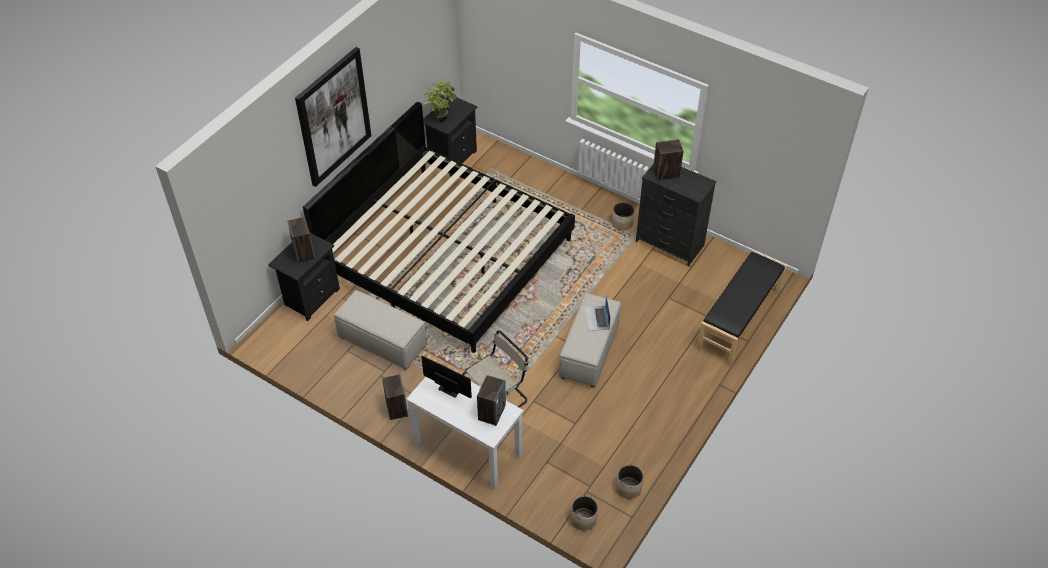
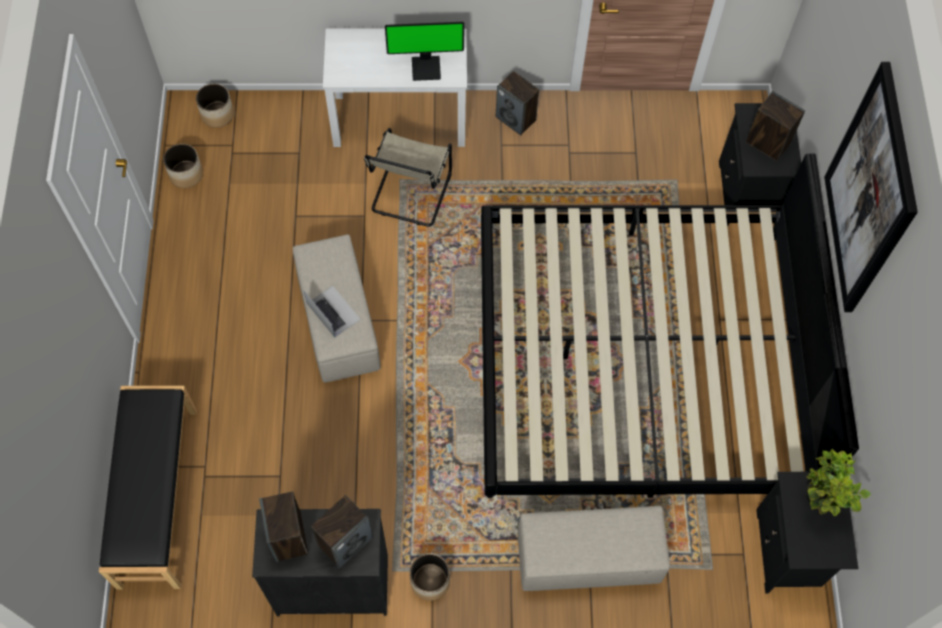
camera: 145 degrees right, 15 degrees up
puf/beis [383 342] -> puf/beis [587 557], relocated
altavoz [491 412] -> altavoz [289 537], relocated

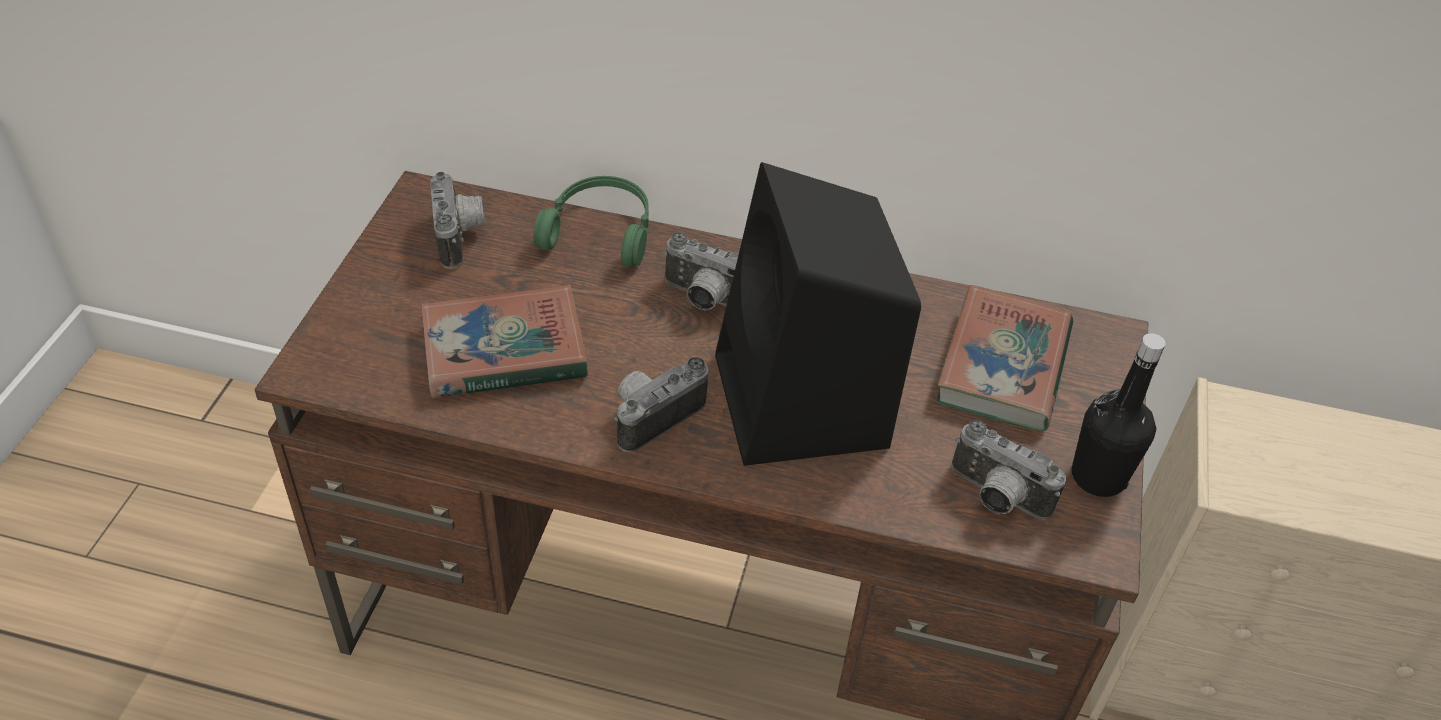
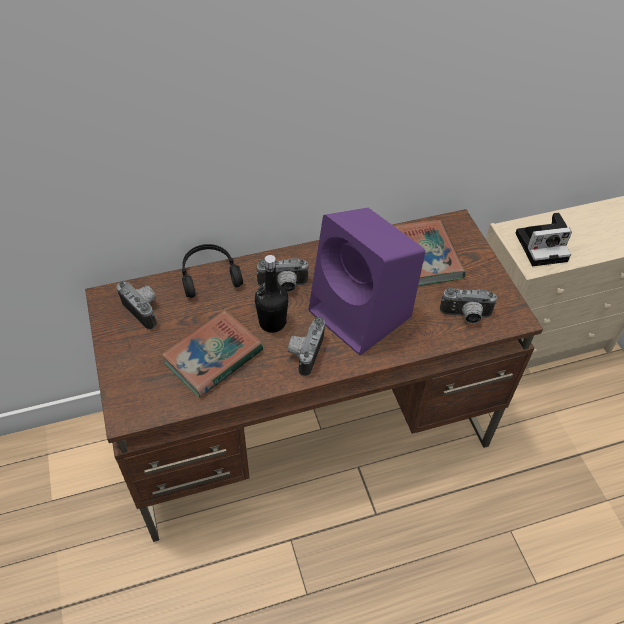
camera: 30 degrees left, 5 degrees up
none -> cámara [542 246]
botella/negro [1098 477] -> botella/negro [272 323], relocated
auriculares/verde [601 231] -> auriculares/negro [209 275]
altavoz/negro [803 404] -> altavoz/morado [362 315]

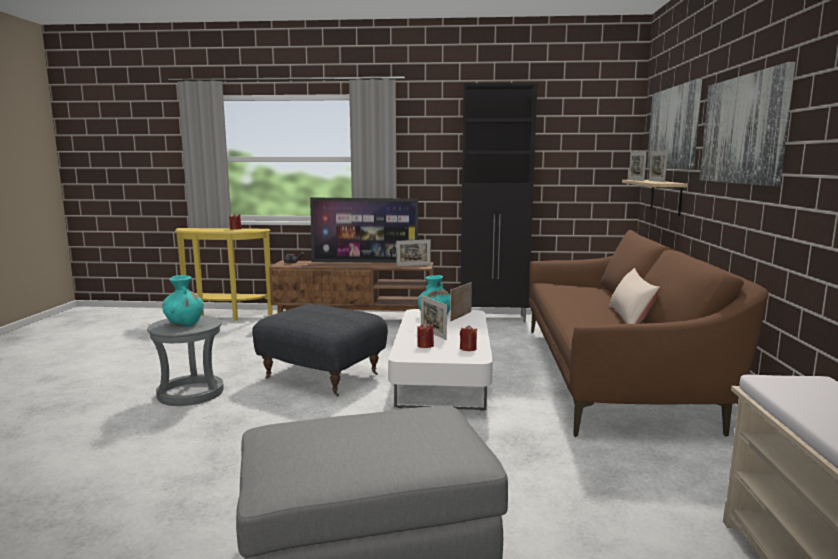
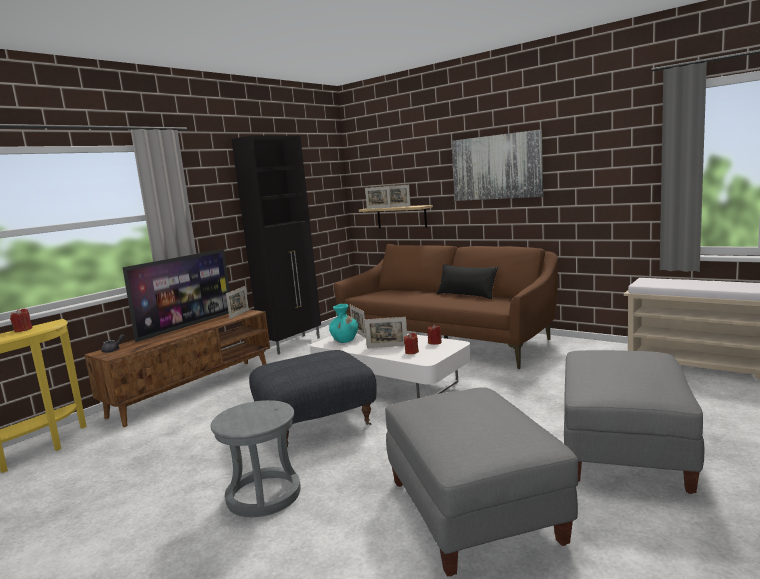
camera: 55 degrees left, 0 degrees up
florero/turquesa [184 323] -> none
cuadro [673 128] -> none
none -> puf/gris [472 512]
cojín/beis [630 318] -> cojín/negro [467 295]

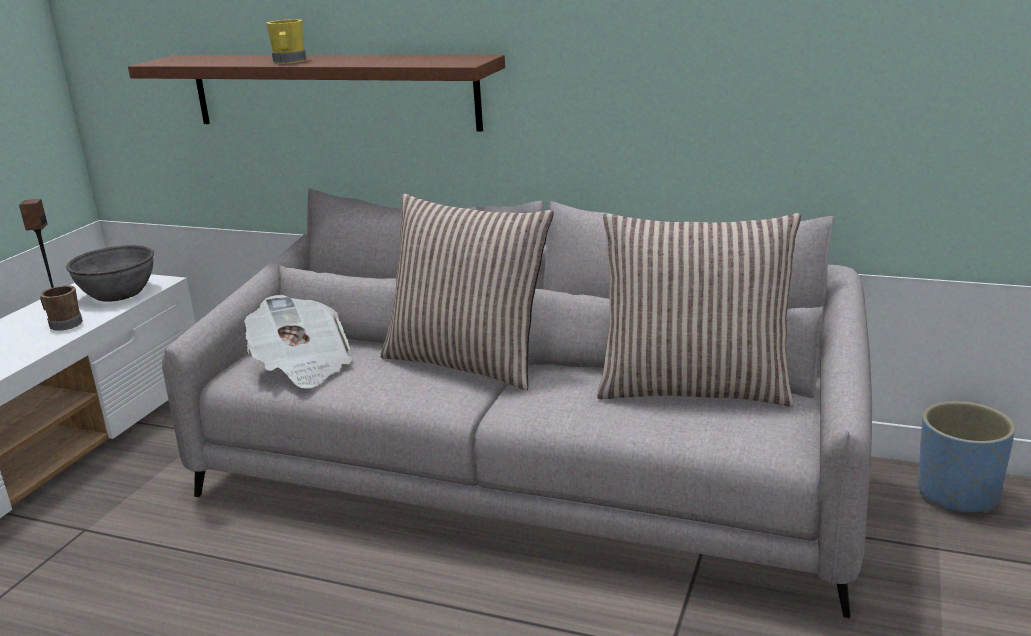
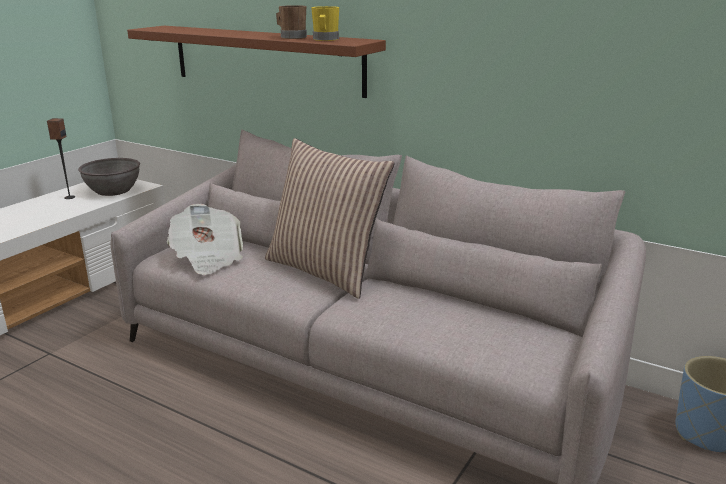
camera: 10 degrees right, 0 degrees up
cojín [695 387] -> none
taza grande/marrón [63 324] -> taza grande/marrón [291 37], relocated
taza grande/amarillo [289 61] -> taza grande/amarillo [325 39], relocated

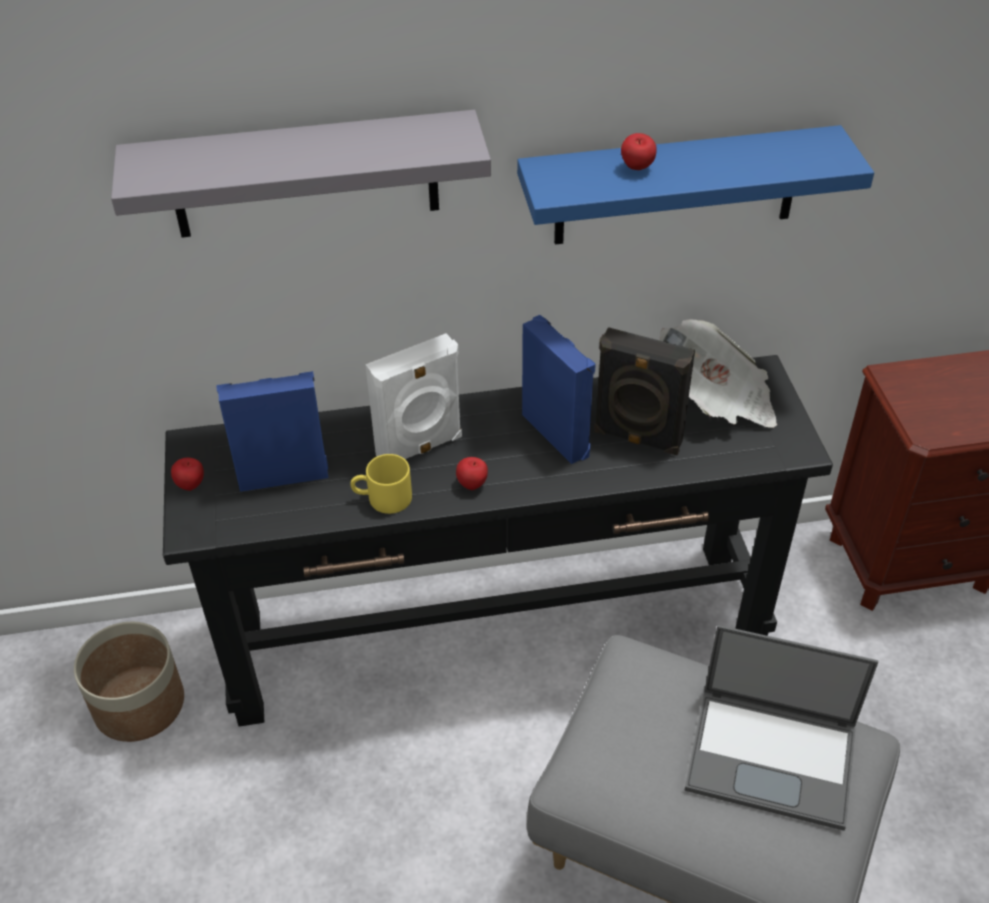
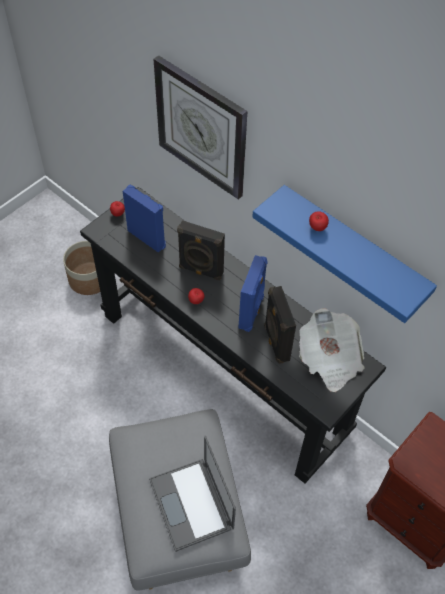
camera: 50 degrees right, 10 degrees up
taza grande/amarillo [382 499] -> none
estante/gris [305 175] -> reloj de pared [202 127]
altavoz/blanco [420 448] -> altavoz/negro [200 271]

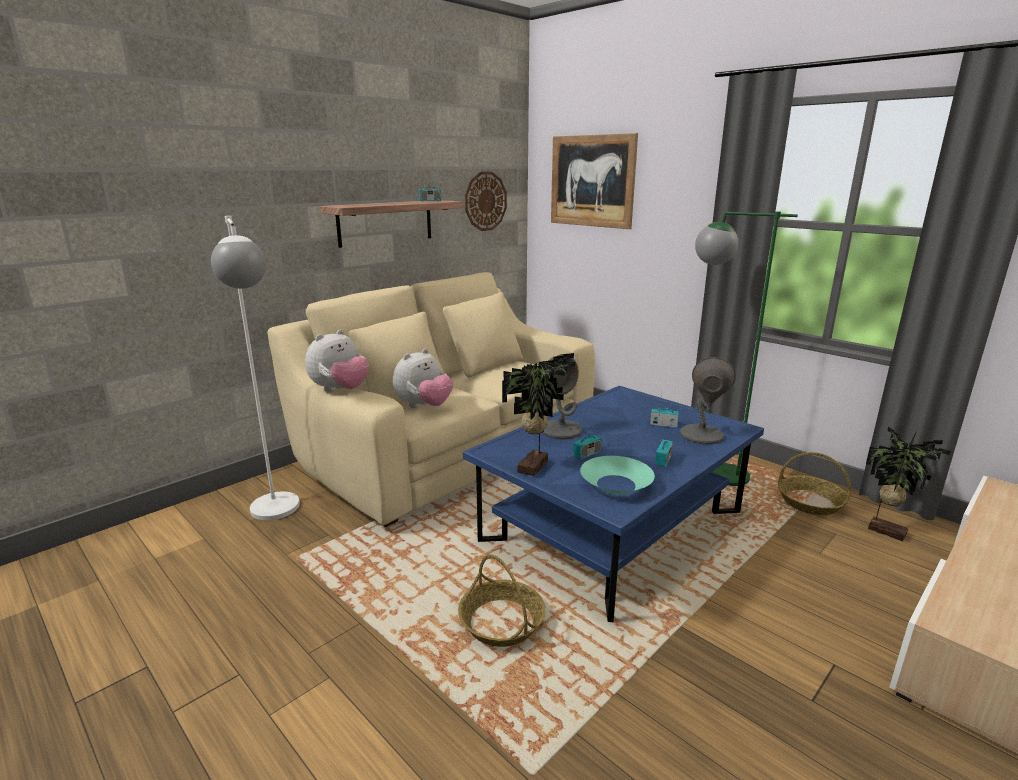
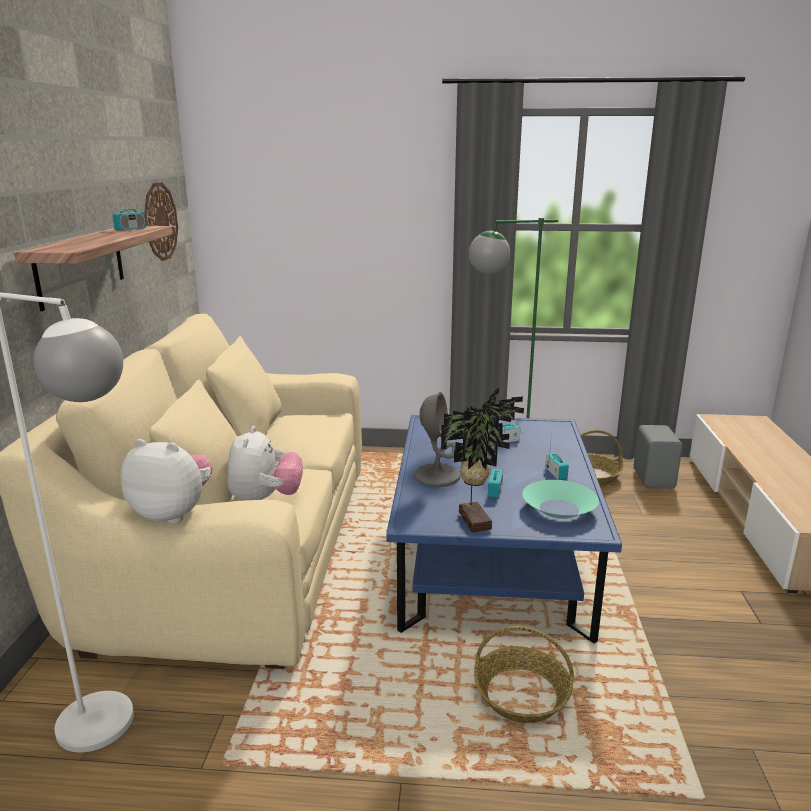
camera: 40 degrees left, 0 degrees up
cuadro [592 181] -> none
lámpara de mesa/gris [701 435] -> none
planta en maceta [886 530] -> altavoz/gris [654 478]
peluche [340 390] -> peluche [173 513], 75 degrees counterclockwise

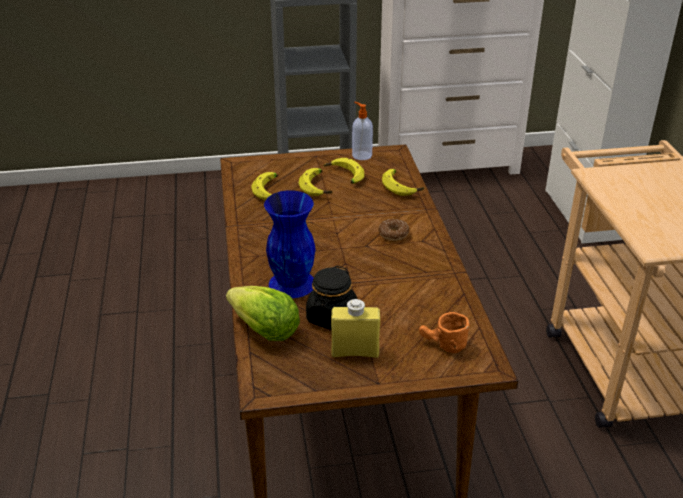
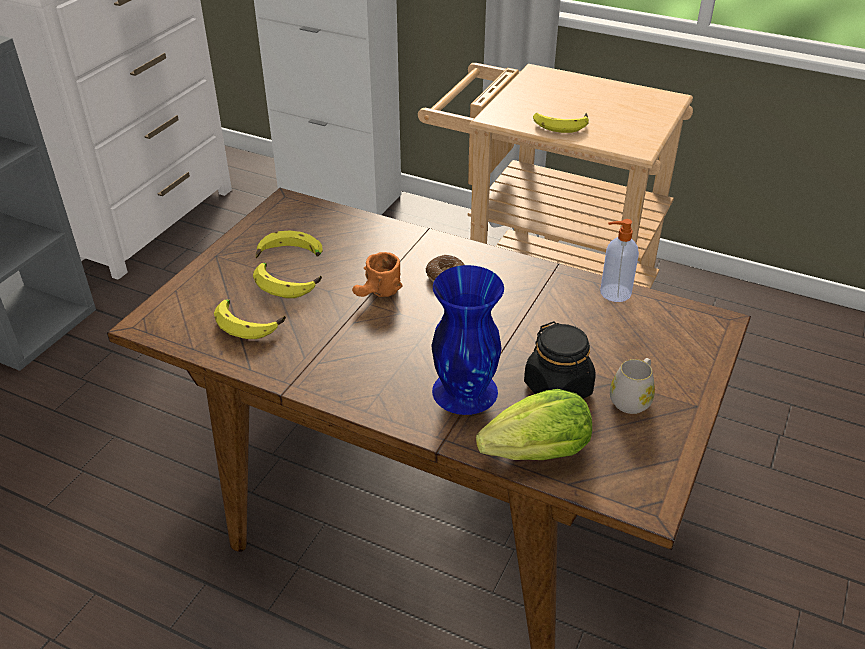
camera: 55 degrees left, 5 degrees up
dispensador de jabón [361 155] -> dispensador de jabón [614 293], relocated
plátano [402 186] -> plátano [560 125], relocated
taza grande/naranja [442 345] -> taza grande/naranja [378 295], relocated
botella/amarillo [355 352] -> taza grande/blanco [632 399]

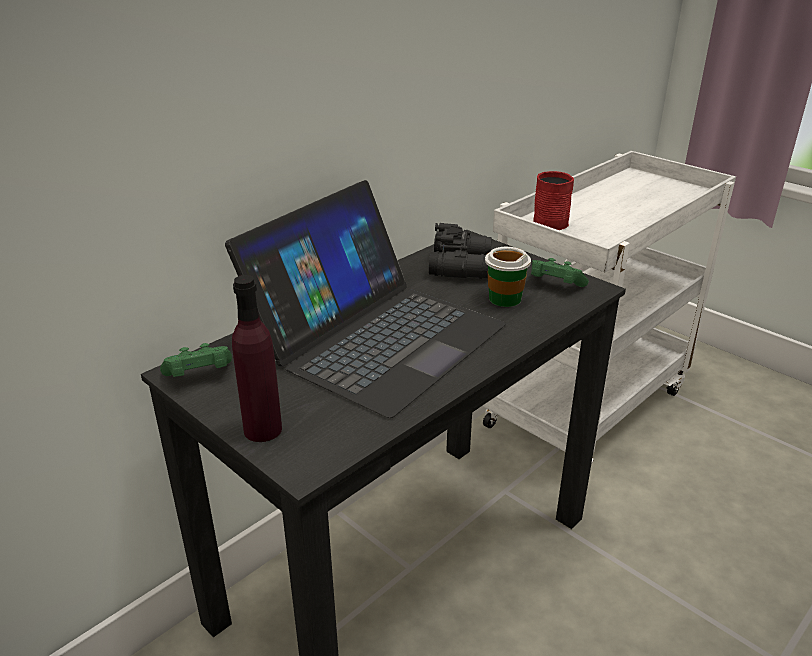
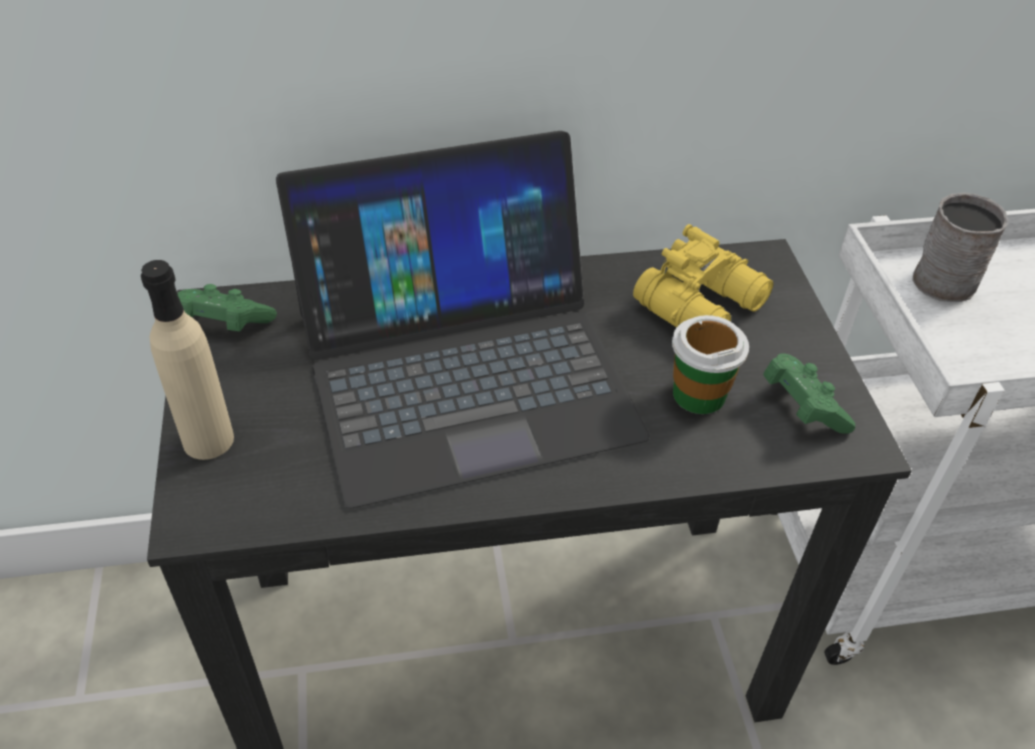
camera: 35 degrees right, 15 degrees up
botella/morado [263 429] -> botella/beis [208 440]
prismáticos/negro [462 266] -> prismáticos/amarillo [704 305]
taza grande/rojo [549 221] -> taza grande/gris [947 276]

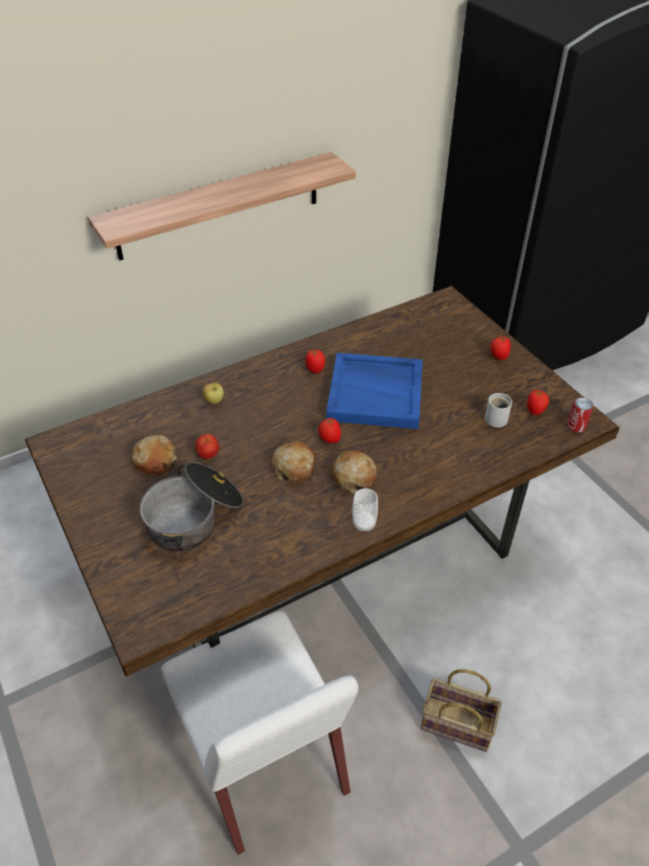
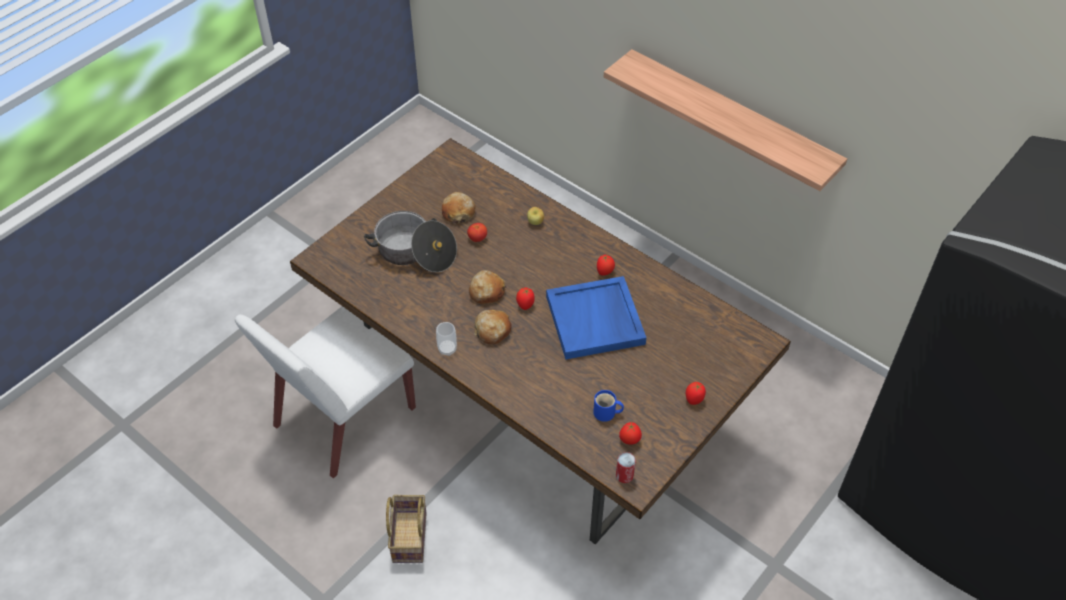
camera: 70 degrees right, 5 degrees up
taza grande/blanco [497 418] -> taza grande/azul [606 413]

